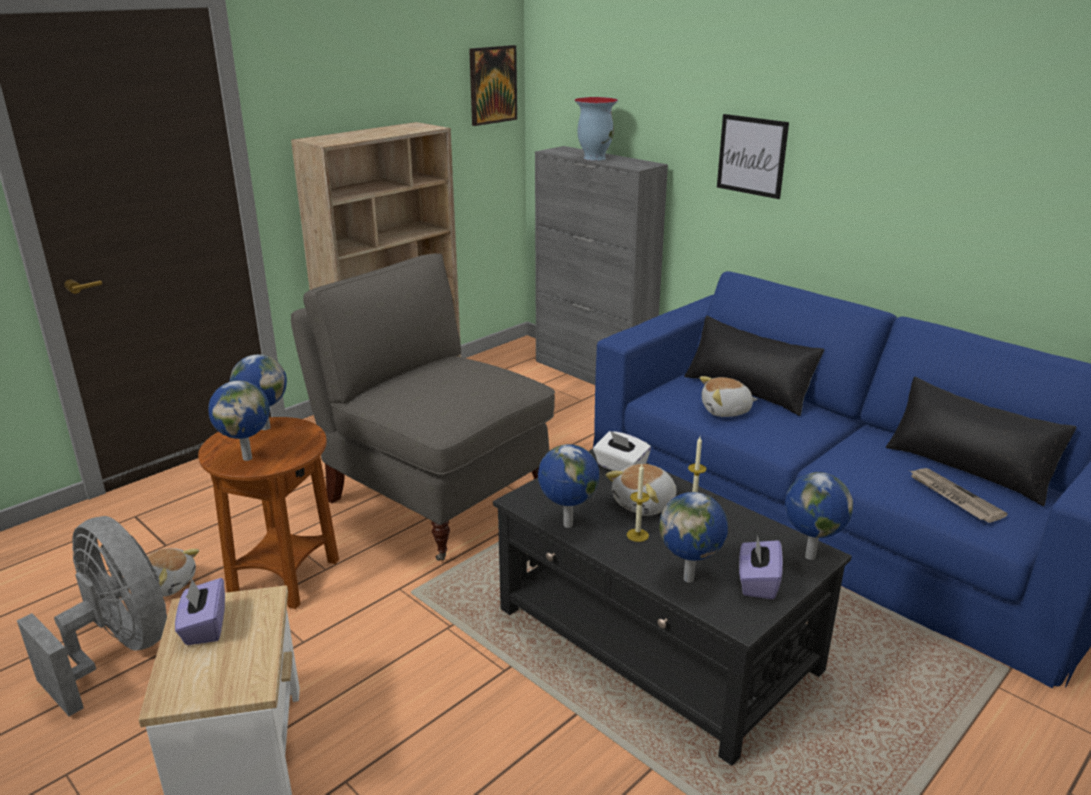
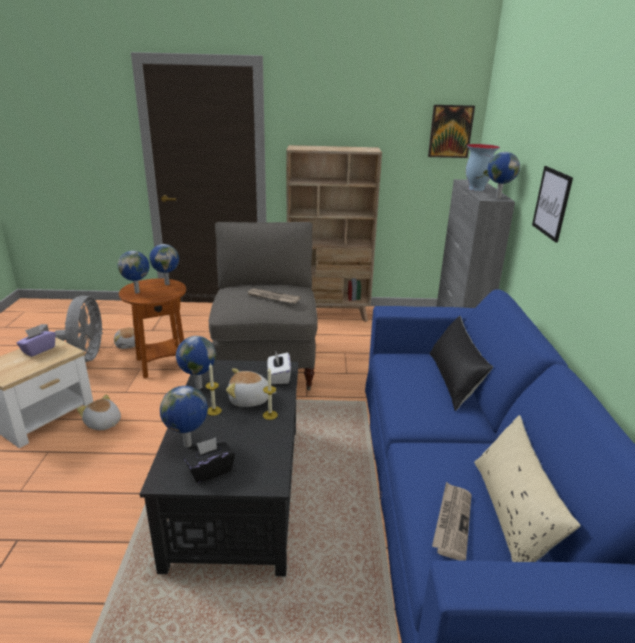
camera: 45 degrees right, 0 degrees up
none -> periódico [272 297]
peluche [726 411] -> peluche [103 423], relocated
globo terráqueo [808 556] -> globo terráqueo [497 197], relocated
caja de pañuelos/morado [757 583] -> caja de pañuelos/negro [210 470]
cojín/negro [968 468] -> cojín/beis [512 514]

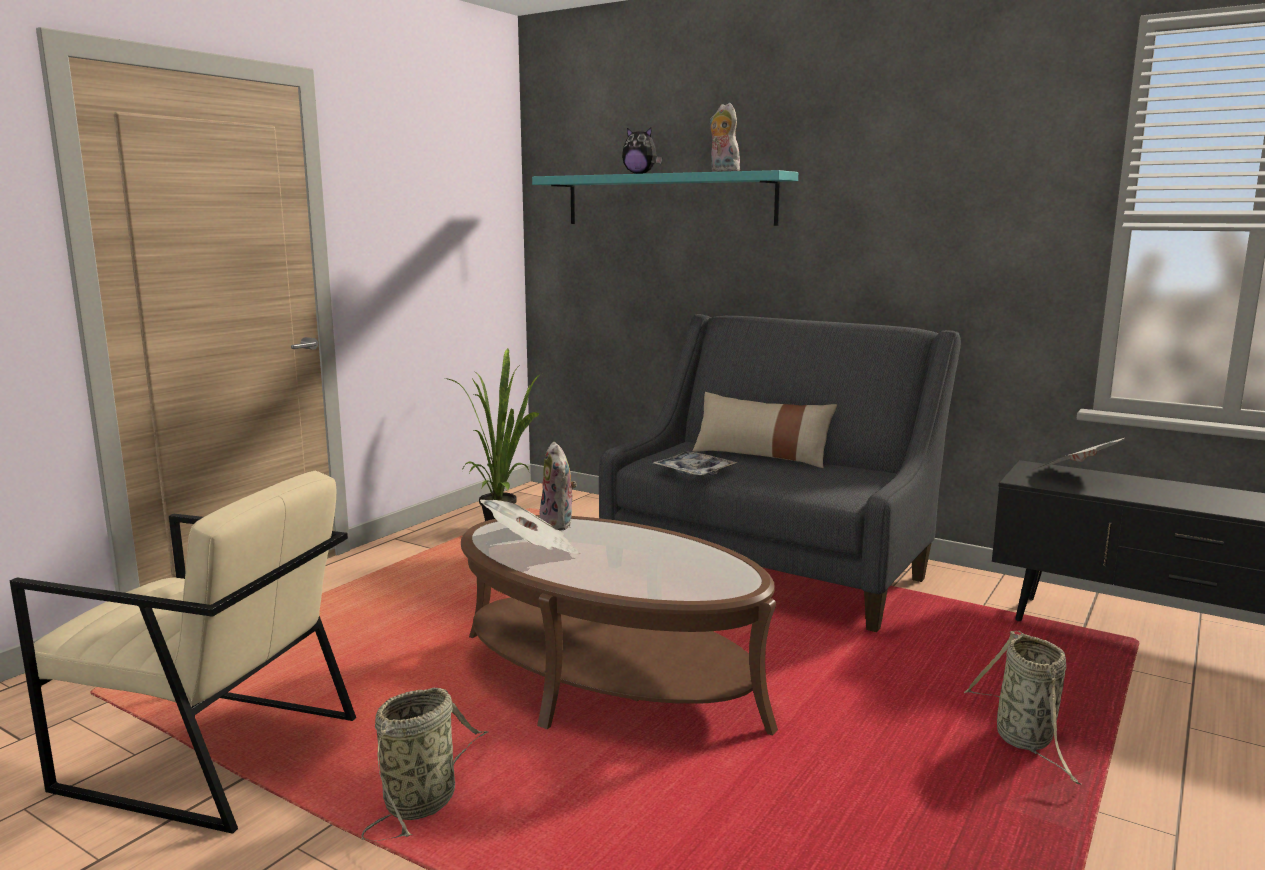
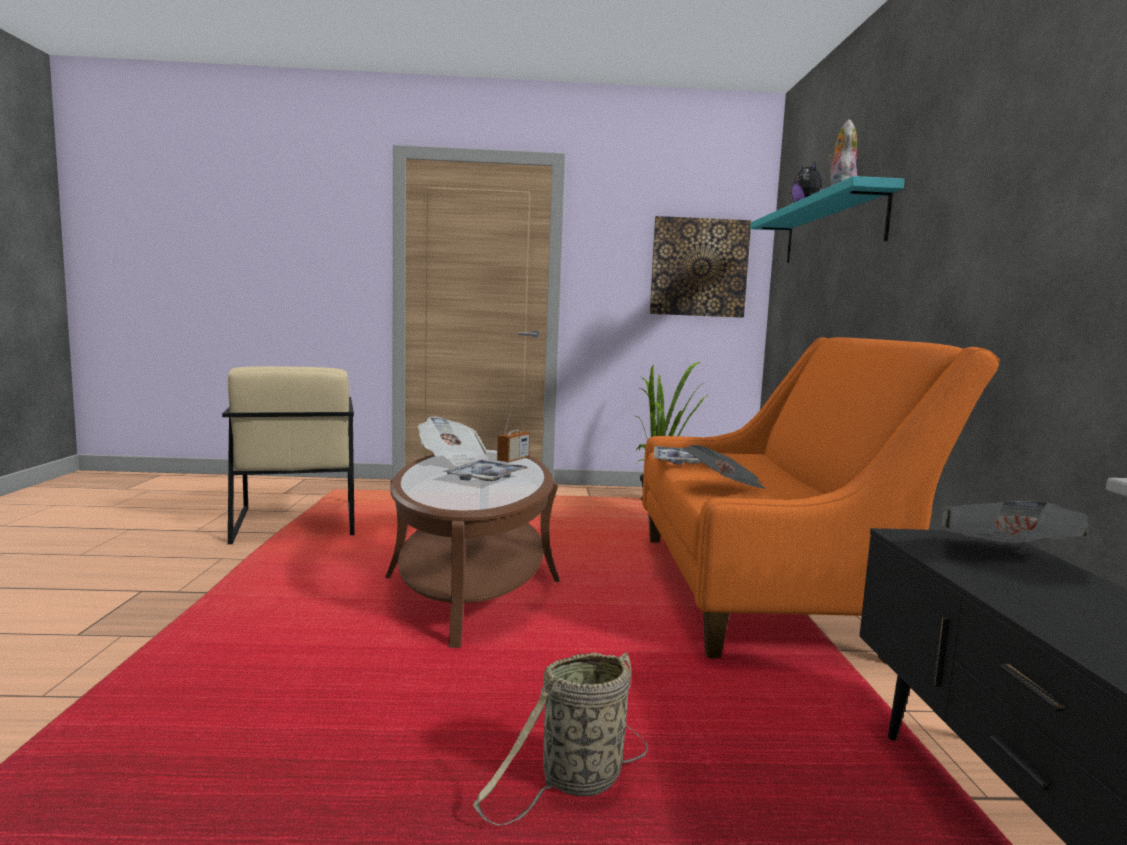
camera: 55 degrees right, 5 degrees down
cesta [424 801] -> none
cojín/beis [761 456] -> none
none -> bandeja [485 478]
none -> cuadro [699 267]
none -> periódico [725 490]
peluche [559 524] -> radio [513 459]
sofá/gris [771 568] -> sofá/naranja [765 590]

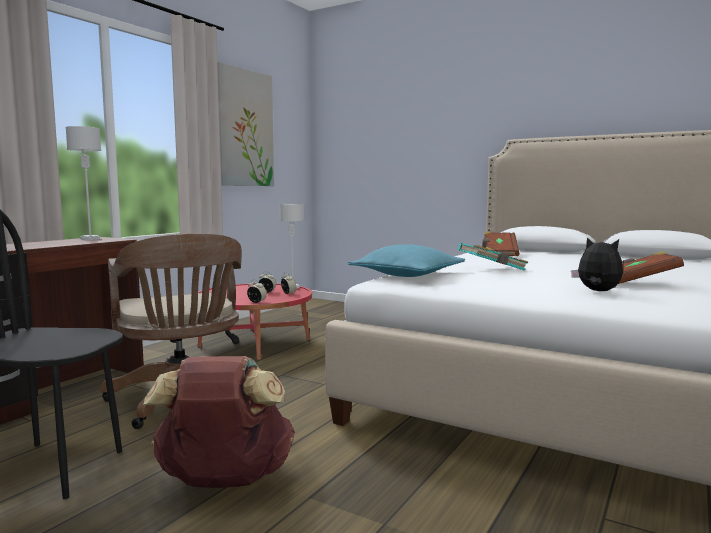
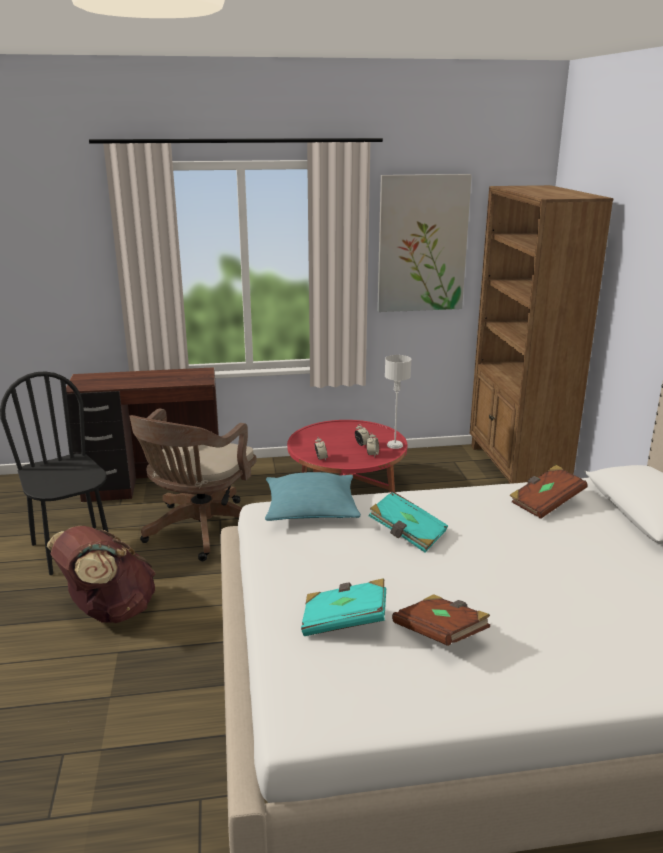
camera: 50 degrees right, 15 degrees up
lámpara de mesa/gris [90 239] -> none
none -> estantería/marrón [516 469]
peluche [597 291] -> libro/turquesa [344 621]

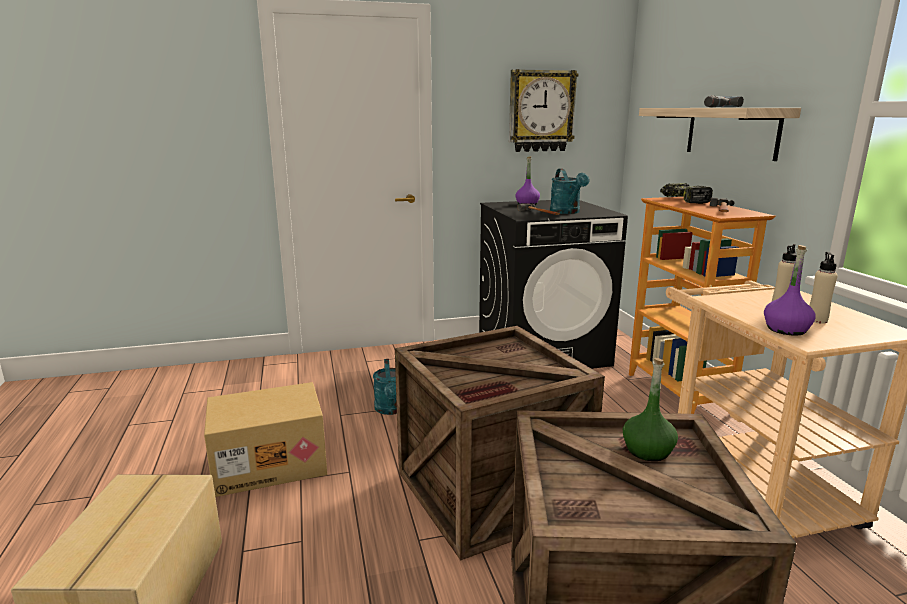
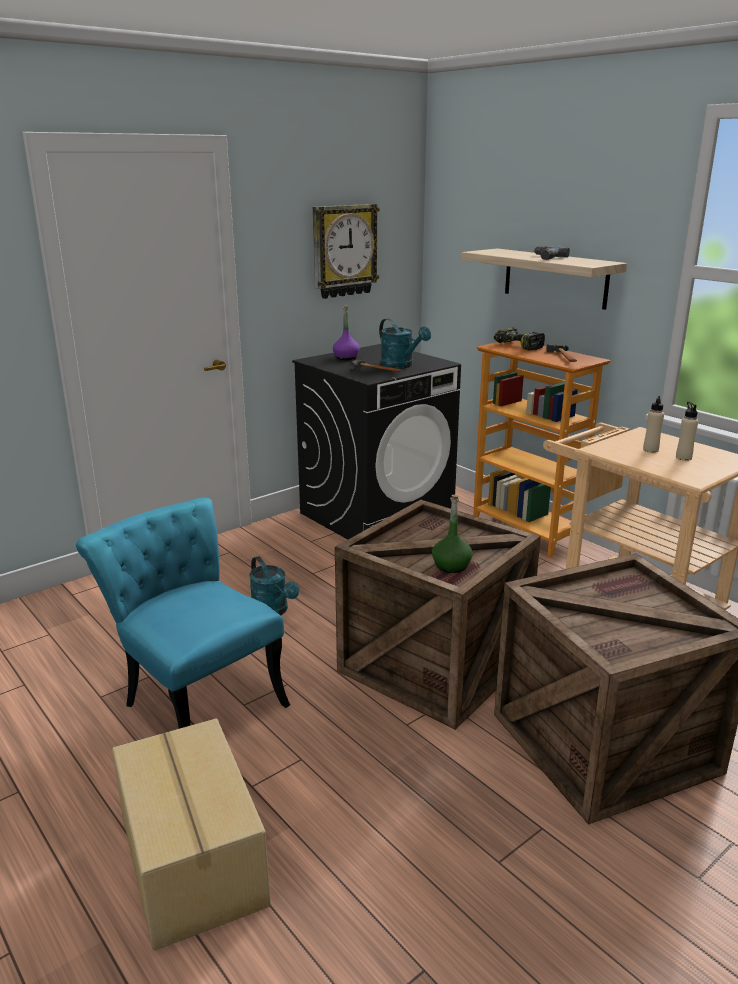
camera: 25 degrees left, 5 degrees up
botella/morado [786 329] -> none
botella/verde [648 450] -> botella/verde [451 565], relocated
caja de cartón [270 463] -> silla/turquesa [196 698]

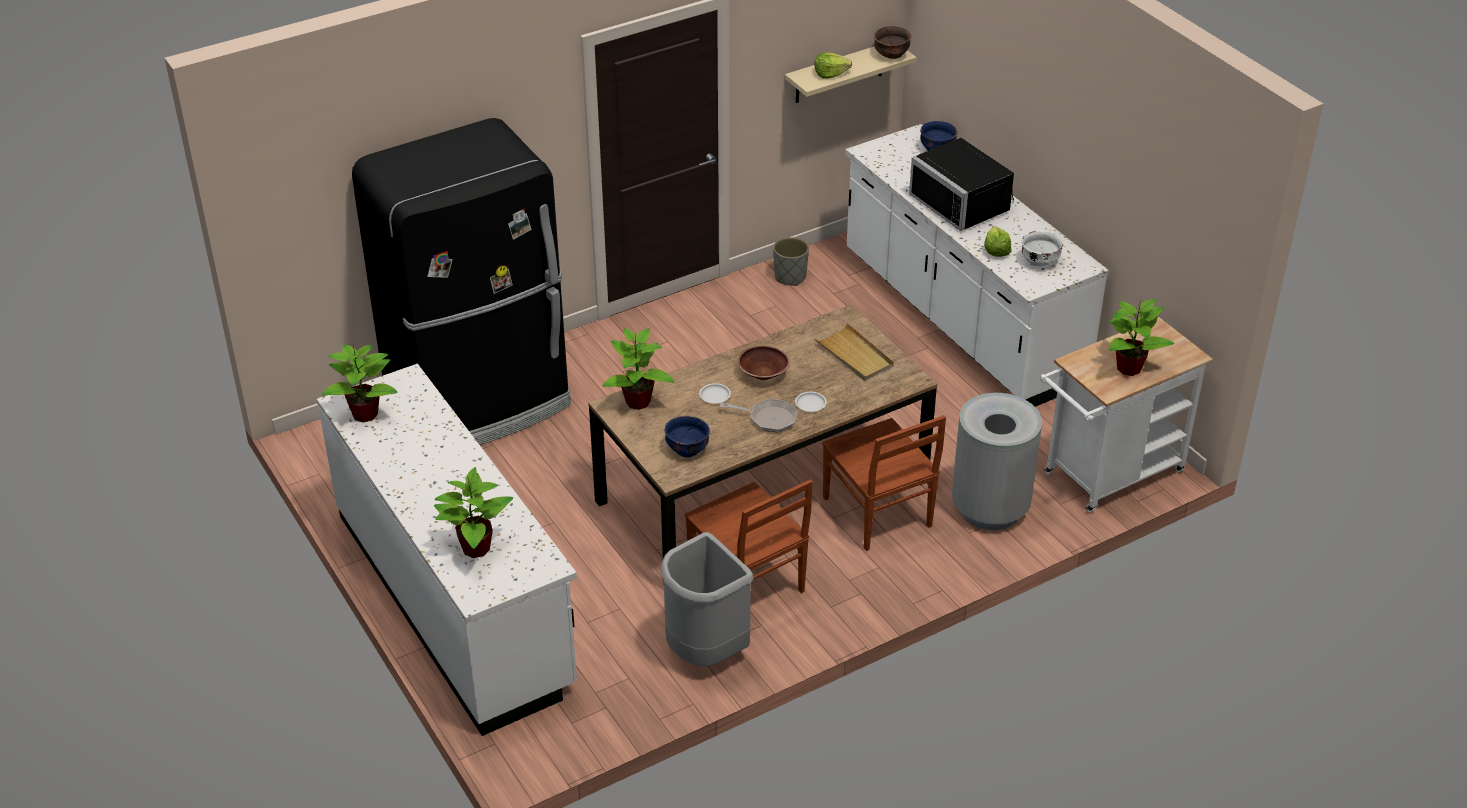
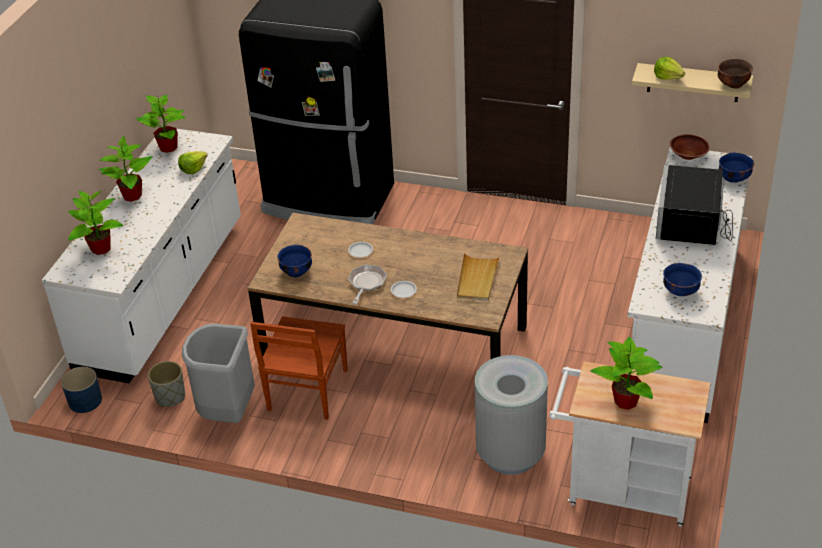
camera: 50 degrees right, 0 degrees up
silla/marrón [878 514] -> none
none -> maceta/azul [85 400]
planta en maceta [638 402] -> planta en maceta [131 196], relocated
cuenco/marrón [763 373] -> cuenco/marrón [688 155], relocated
maceta/gris [790 277] -> maceta/gris [170 397], relocated
lechuga [996 250] -> lechuga [193 168], relocated
cuenco/blanco [1039 261] -> cuenco/azul [680 291]
sartén [768 419] -> sartén [366 284], 135 degrees counterclockwise

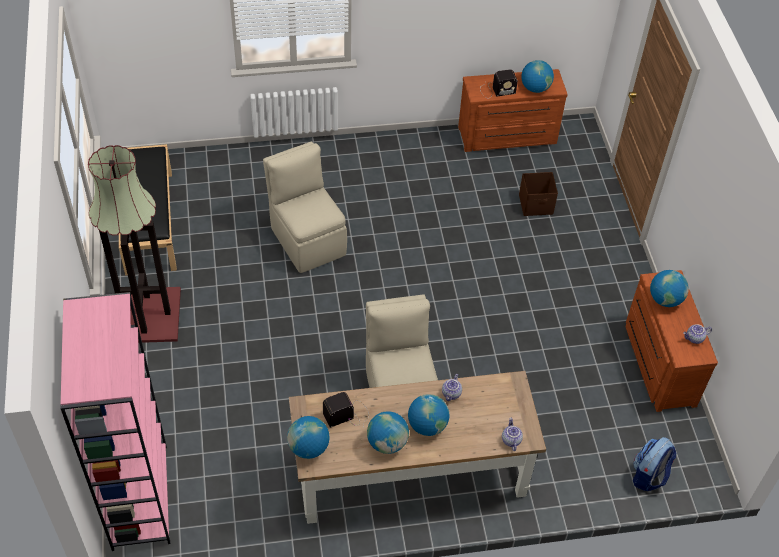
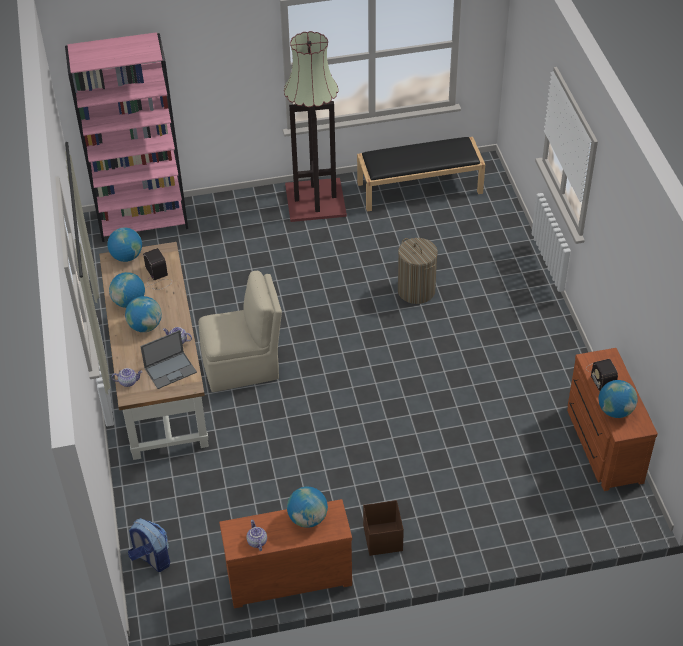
camera: 90 degrees right, 5 degrees down
none -> portátil [171 370]
caja de almacenaje/marrón [536 205] -> caja de almacenaje/marrón [382 539], relocated
silla/beis [307 240] -> cesto de la ropa [416 291]

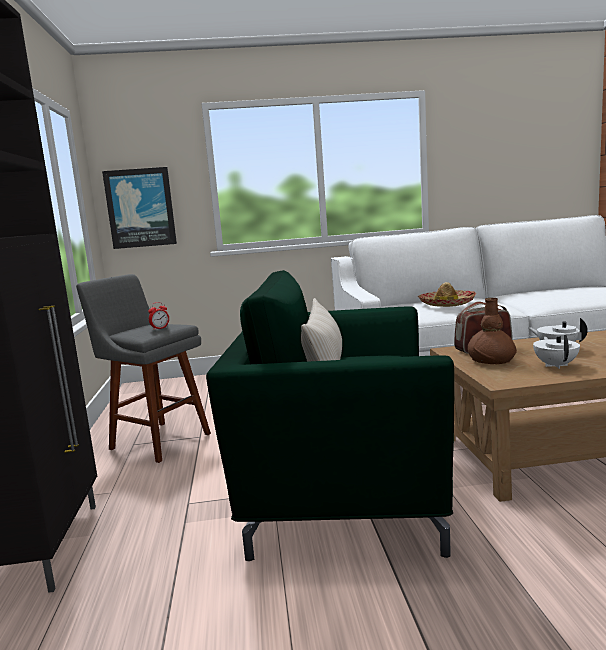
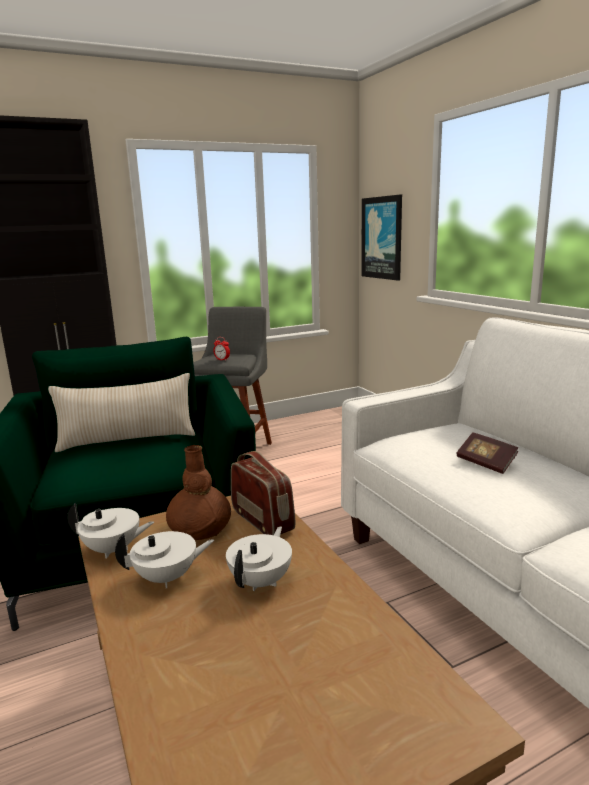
camera: 70 degrees right, 5 degrees up
none -> tetera/blanco [113 549]
sombrero [447 304] -> libro [486 463]

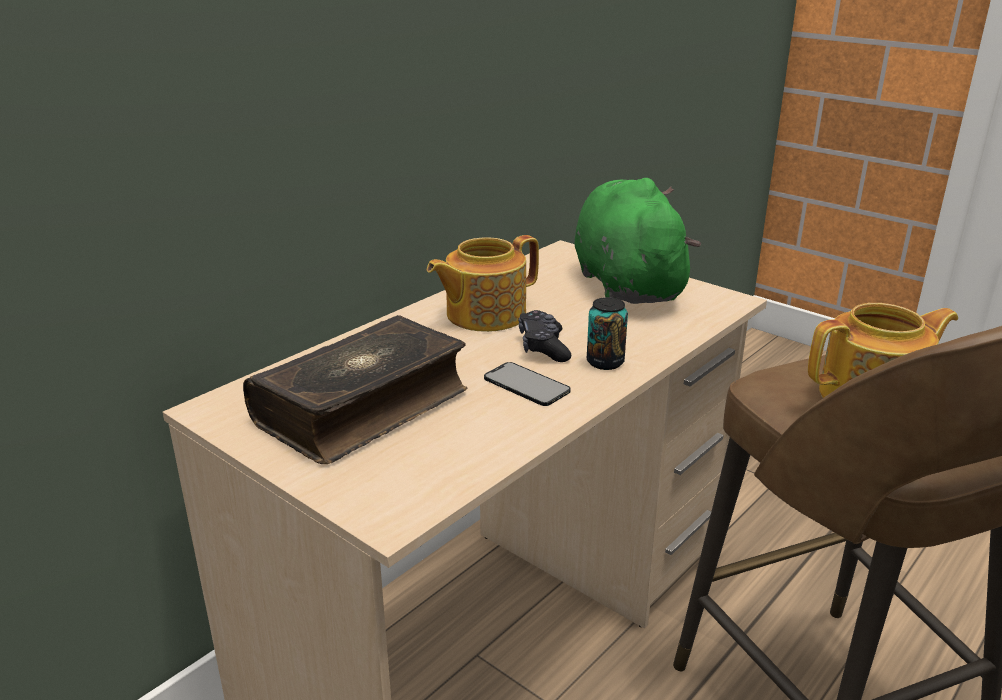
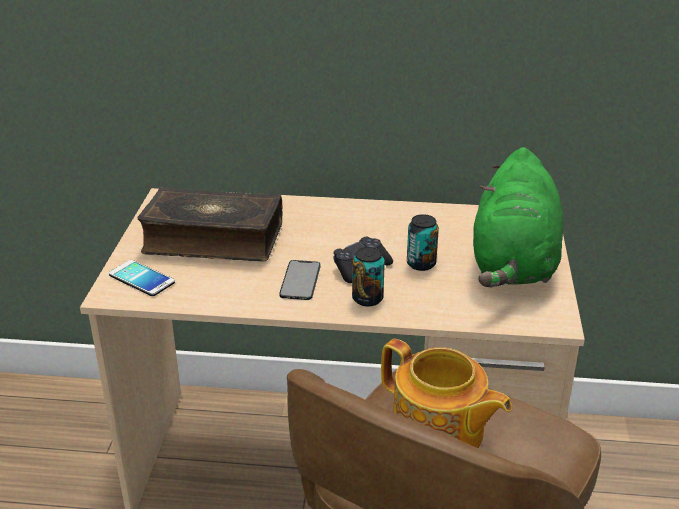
camera: 55 degrees right, 5 degrees up
tetera [484 314] -> none
none -> móvil [141 279]
none -> lata [421 264]
peluche/verde [626 284] -> peluche/verde [513 264], 150 degrees clockwise

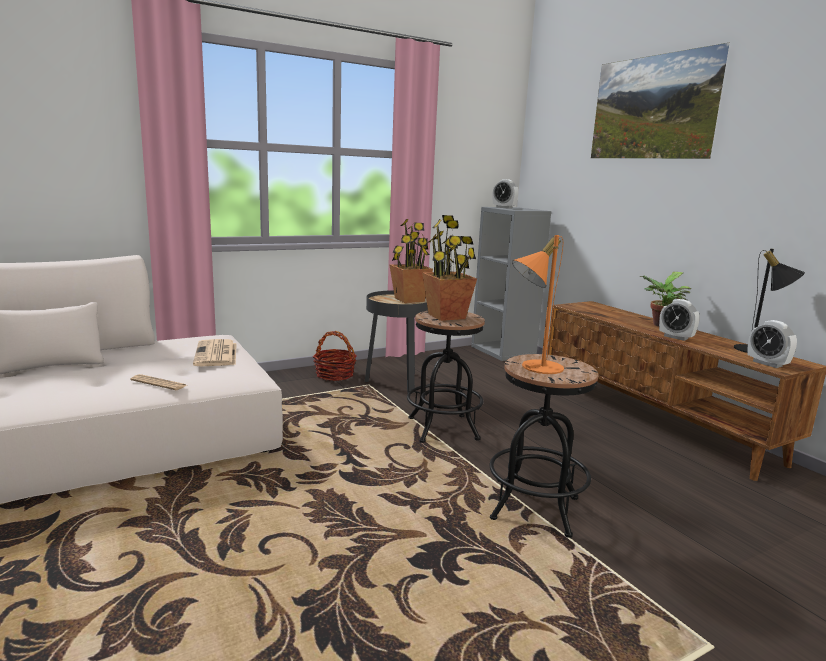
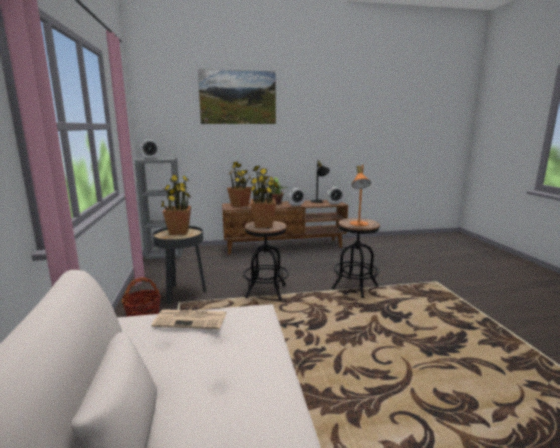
camera: 70 degrees left, 0 degrees up
periódico [159 383] -> none
none -> planta en maceta [240 205]

